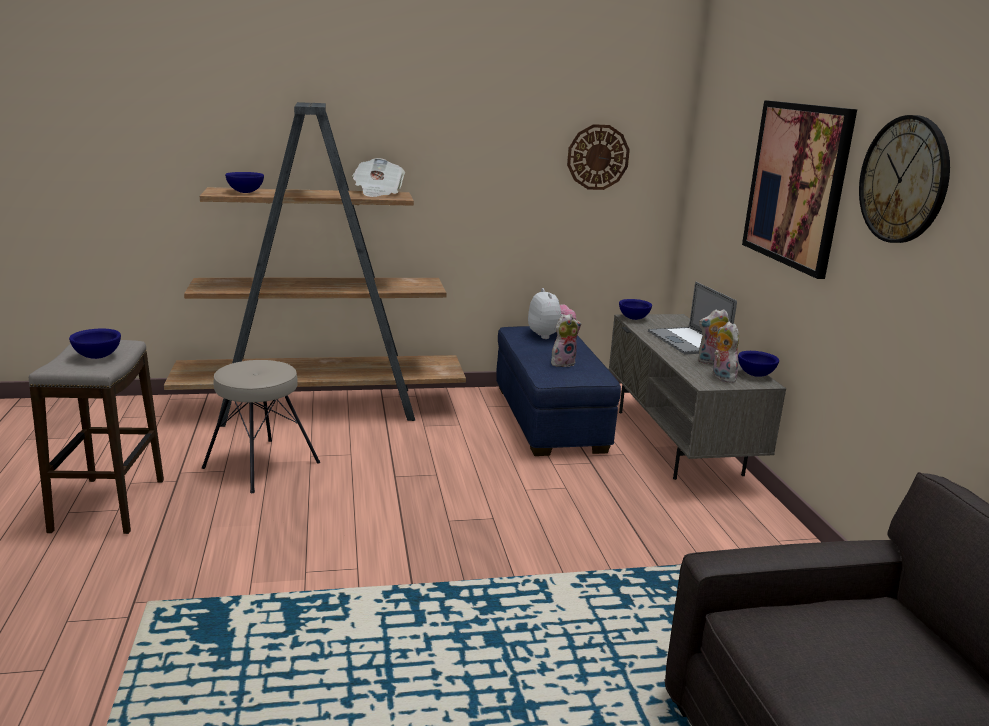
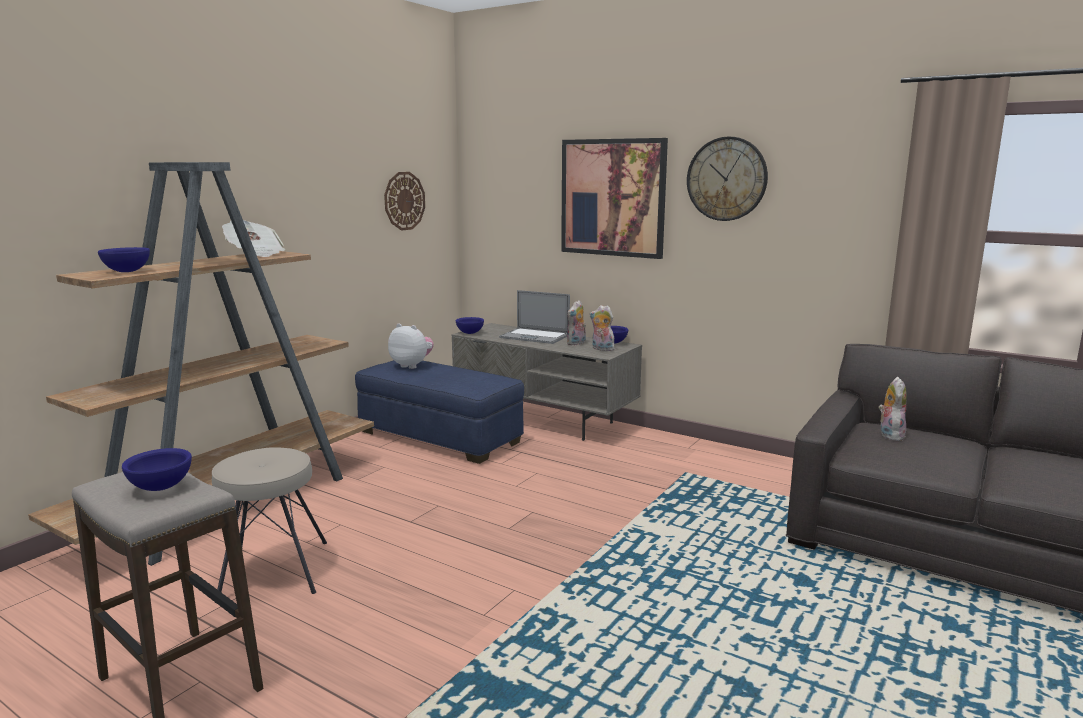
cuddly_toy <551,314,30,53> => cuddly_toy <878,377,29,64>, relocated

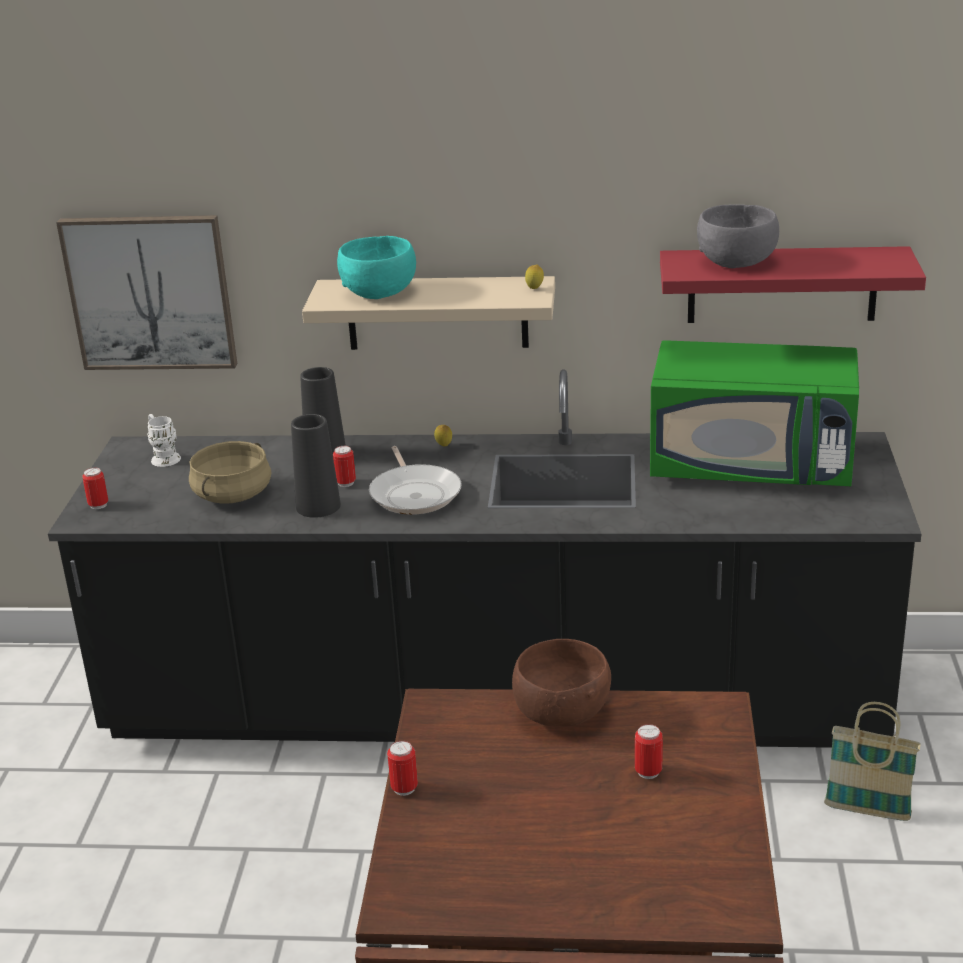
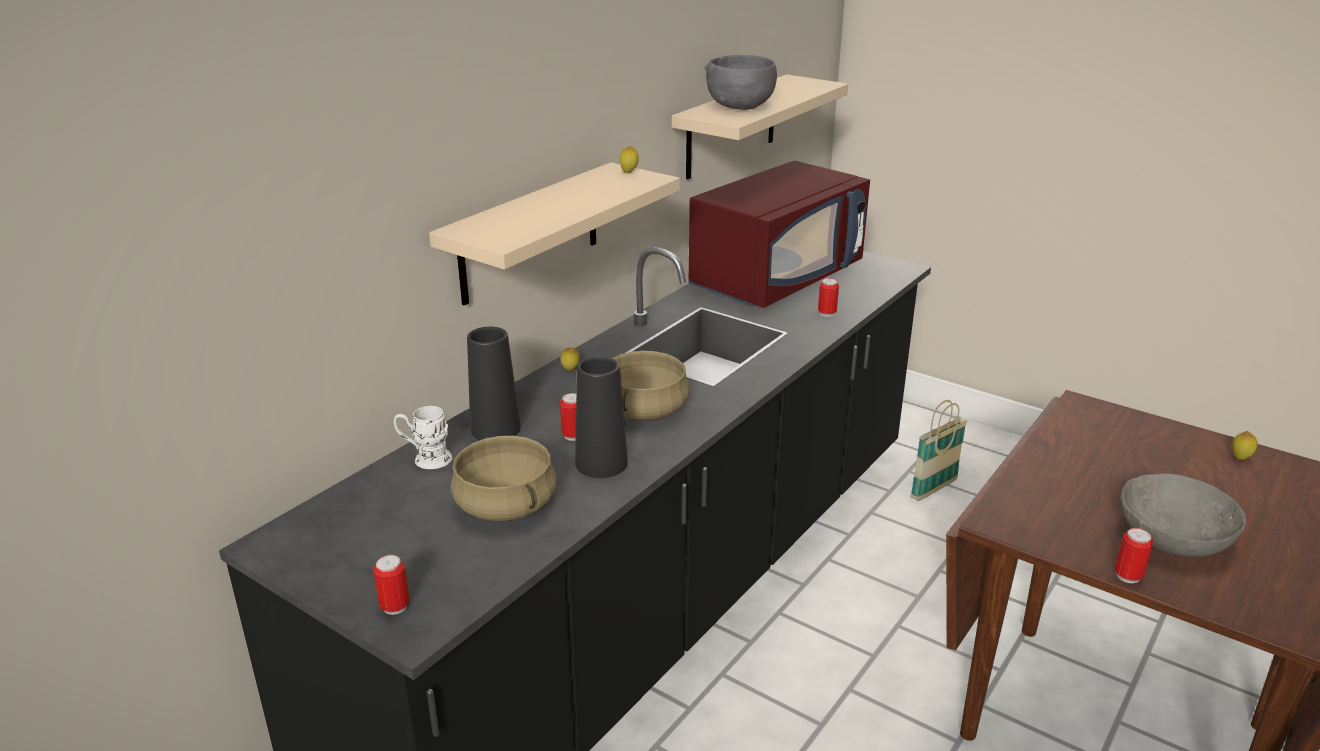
wall_art <56,215,181,155> => nothing
white_mug <147,414,34,53> => white_mug <394,406,58,63>, relocated
turquoise-coloured_serving_bowl <337,236,79,63> => nothing
frying_pan <369,446,93,69> => sand-coloured_saucepot <613,350,76,70>
brown-coloured_serving_bowl <512,639,99,88> => nothing
metal_can <635,724,28,55> => metal_can <818,278,21,39>, relocated
greenish_microwave <650,340,209,146> => red_microwave <688,161,182,147>
red_shelf <660,246,266,77> => sand-coloured_shelf <672,74,176,105>
nothing => greyish_serving_bowl <1121,473,125,84>
nothing => whole_lemon <1232,431,25,29>

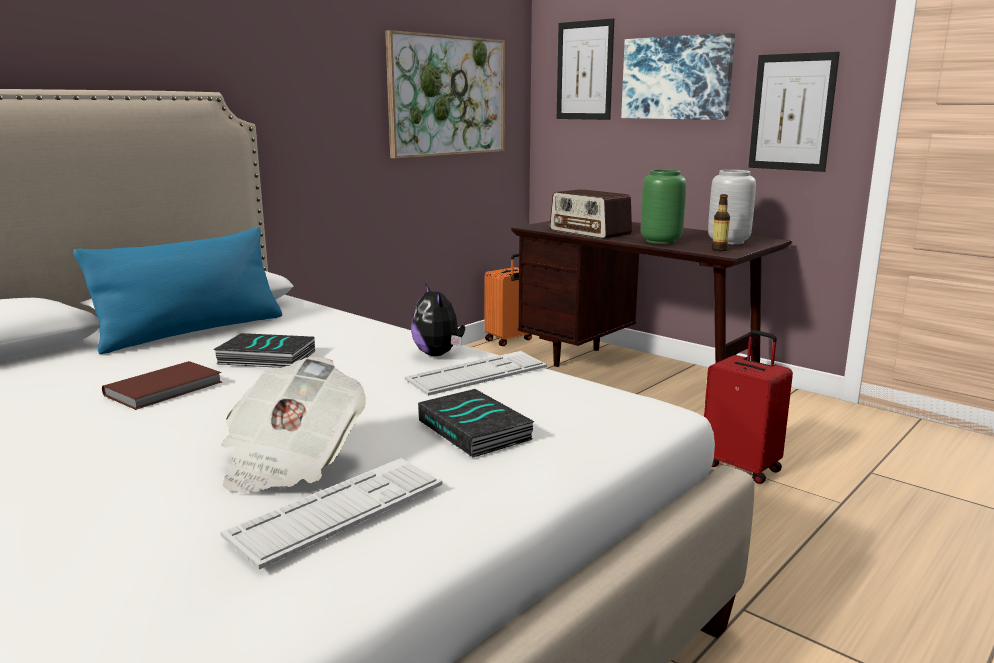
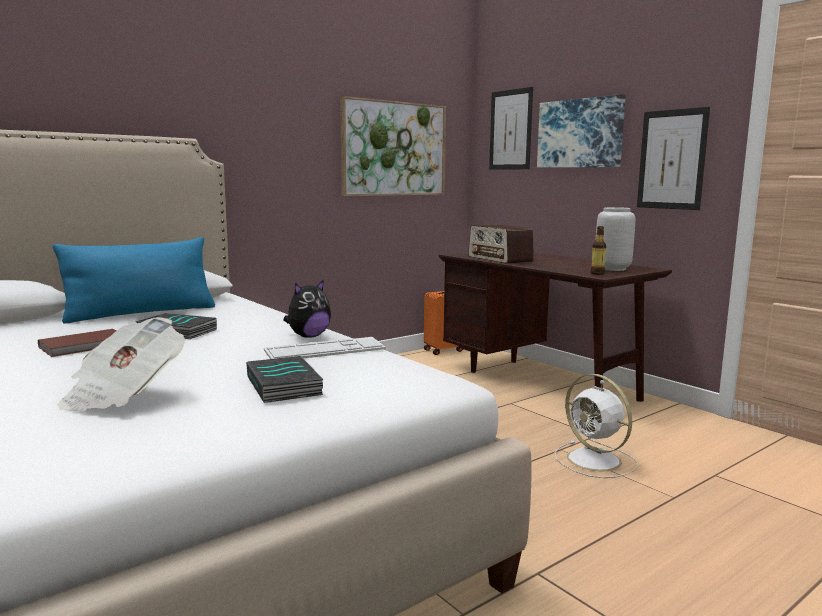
keyboard <221,458,221,111> => nothing
cuddly_toy <411,283,54,73> => cuddly_toy <284,279,47,59>, 120 degrees counterclockwise
greenish_flower_vase <641,169,45,75> => nothing
red_travel_case <704,330,89,154> => white_cooling_fan <554,374,84,104>

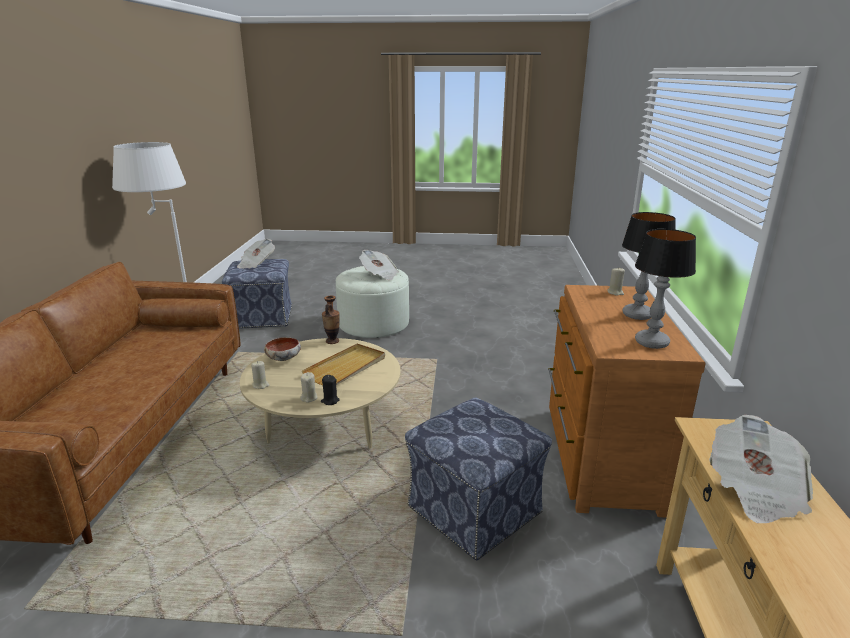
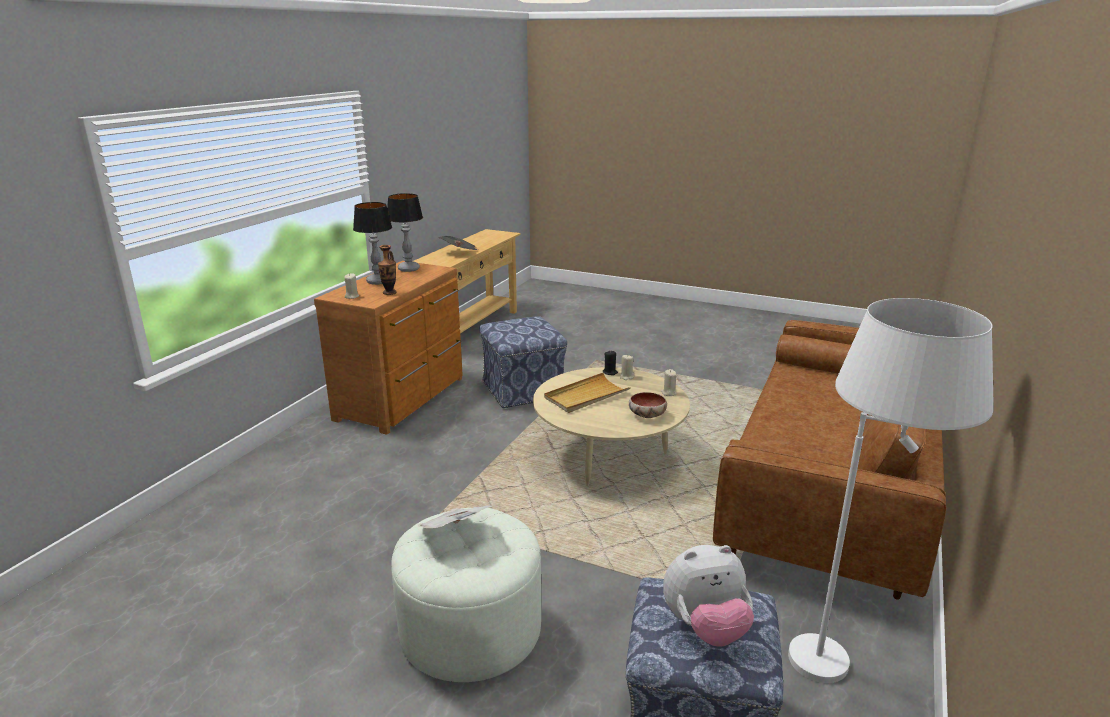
daily_paper <237,239,38,30> => cuddly_toy <663,545,91,102>
flower_vase <322,296,18,48> => flower_vase <378,245,19,50>, relocated

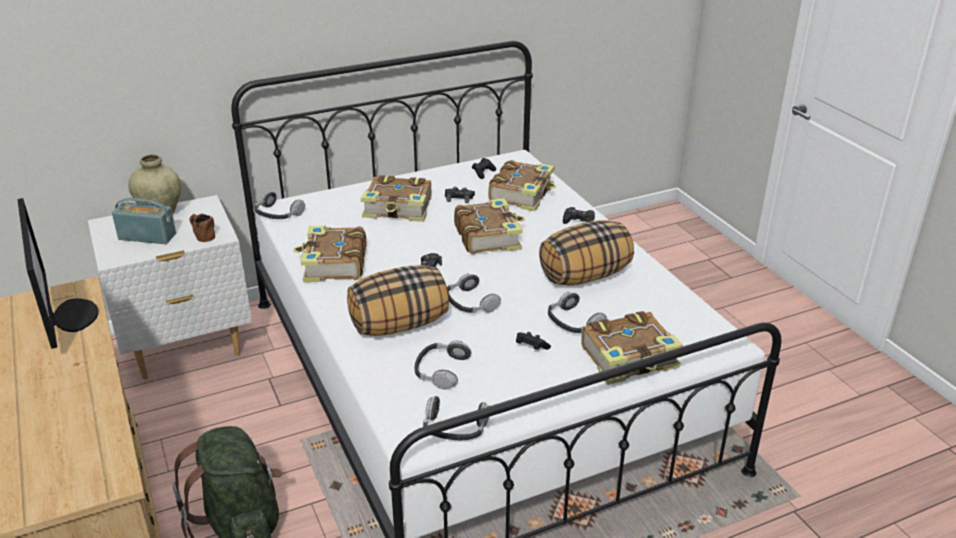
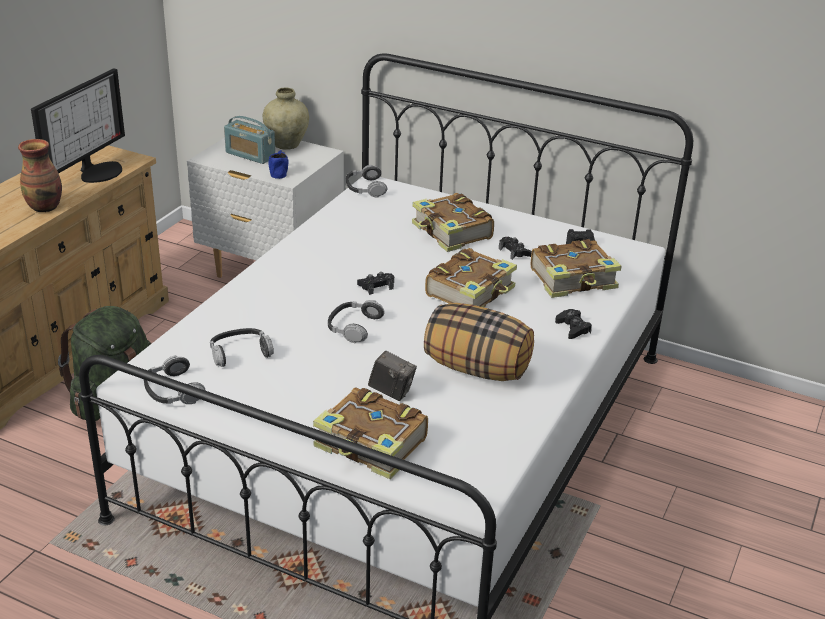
radio_receiver <112,198,64,46> => radio_receiver <224,116,51,48>, 150 degrees clockwise
brown-coloured_mug <189,214,26,28> => blue-coloured_mug <268,150,20,29>
bound_book <293,226,73,56> => nothing
cushion <347,265,102,71> => nothing
black-coloured_game_controller <516,332,35,18> => nothing
headset <548,292,59,41> => photo_camera <368,351,49,50>
nothing => flower_vase <18,139,44,73>

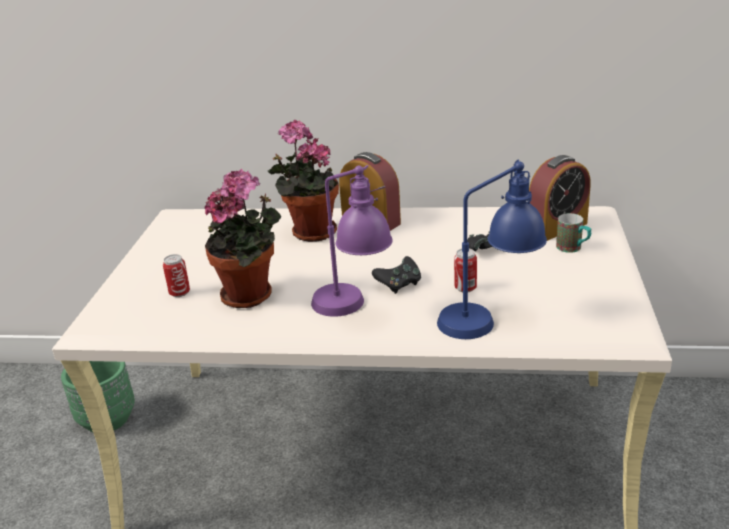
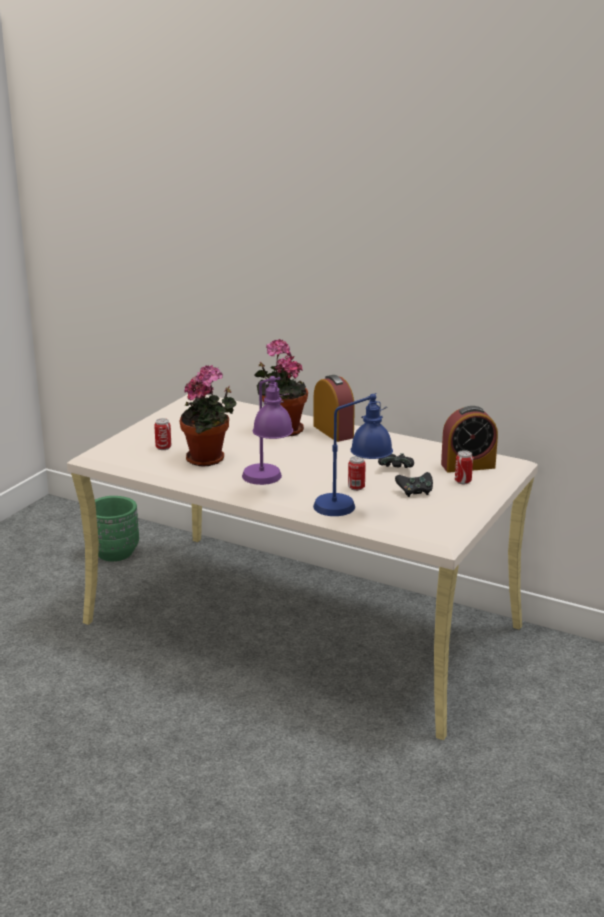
black-coloured_game_controller <372,256,49,38> => black-coloured_game_controller <395,472,38,25>, relocated
mug <556,213,36,40> => metal_can <455,450,18,35>

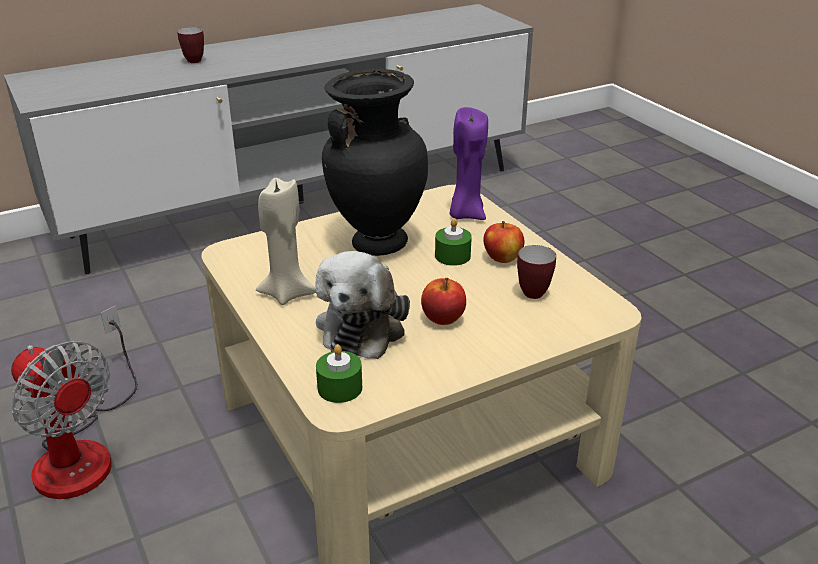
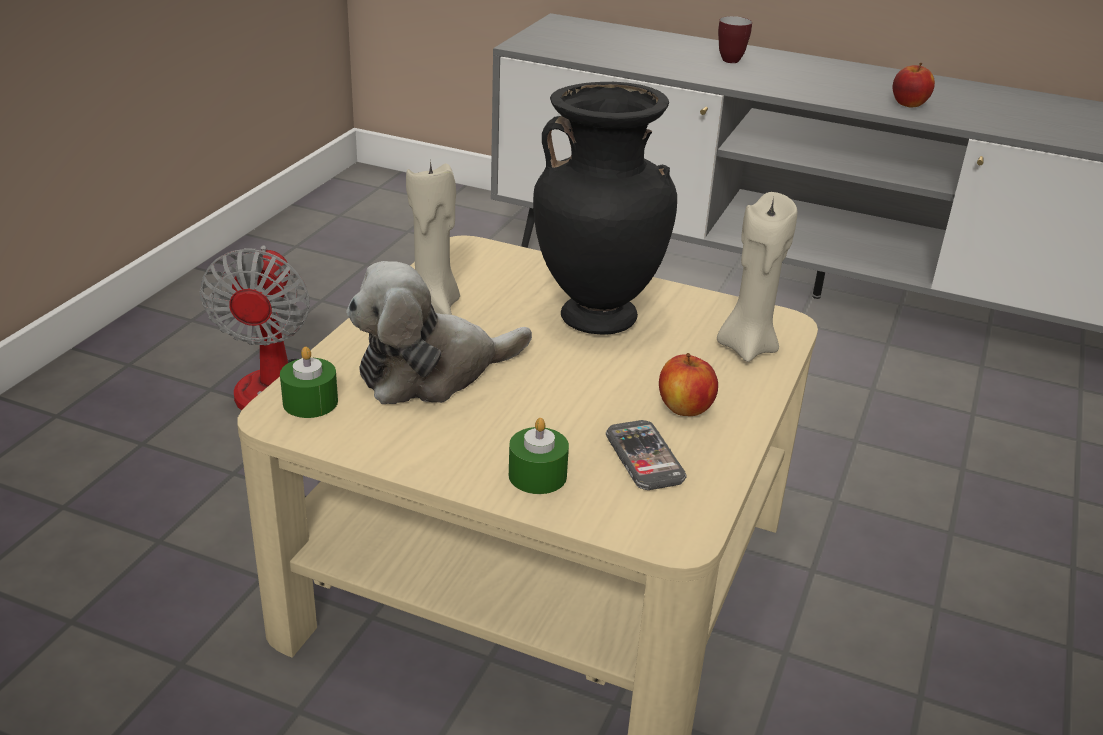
apple_fruit <421,278,45,47> => apple_fruit <893,63,42,44>, relocated
greenish_wax_light <435,218,37,48> => greenish_wax_light <509,418,60,76>, relocated
purplish_wax_light <449,107,39,113> => sand-coloured_wax_light <717,192,80,170>
mug <517,245,39,54> => handset <606,420,81,70>

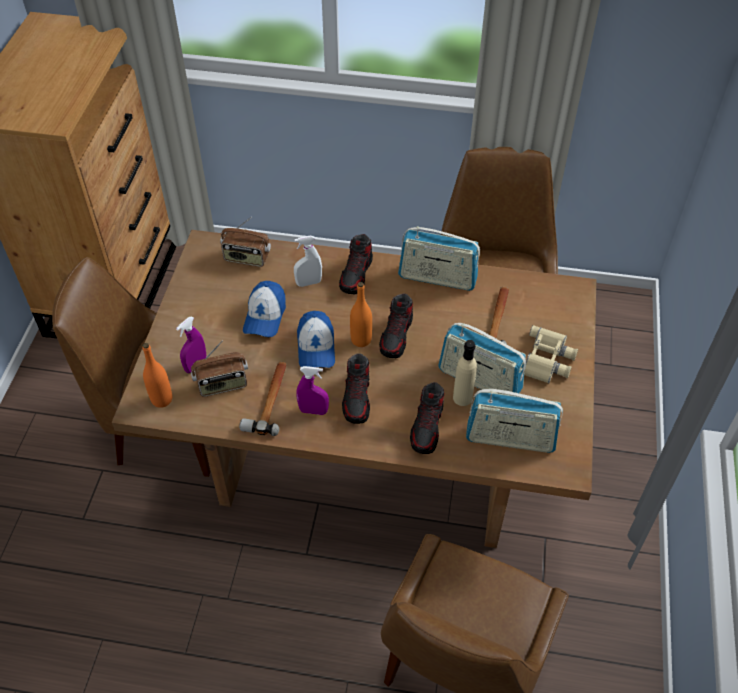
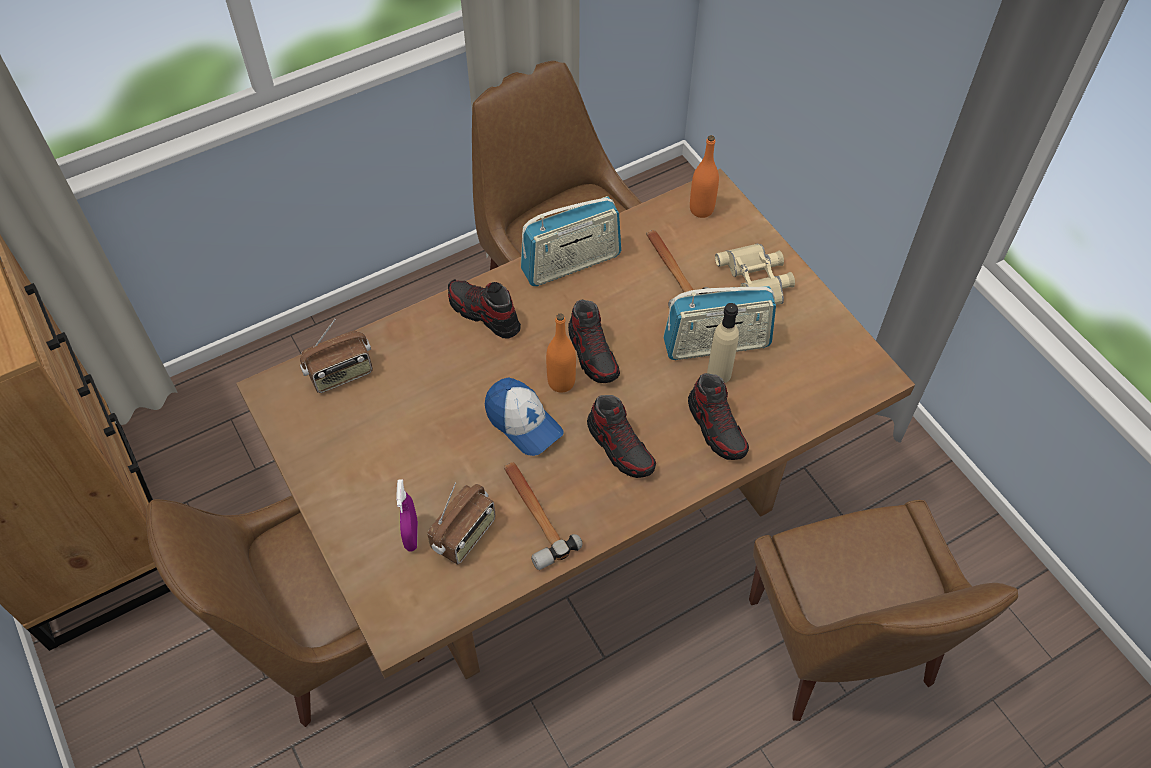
orange_beverage_bottle <142,343,30,65> => orange_beverage_bottle <690,135,29,83>, relocated
peaked_cap <243,281,43,56> => nothing
white_hand_sprayer <294,236,28,51> => nothing
purplish_hand_sprayer <296,366,33,49> => nothing
shoe <339,234,34,60> => shoe <448,279,73,59>, 150 degrees clockwise
radio_receiver <466,389,97,64> => nothing

